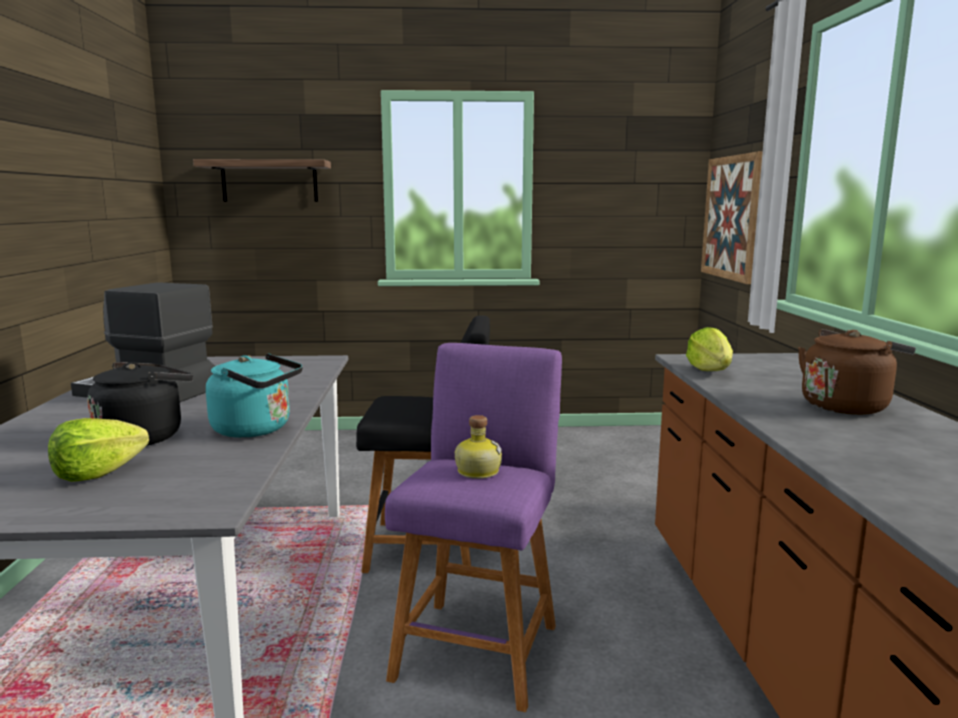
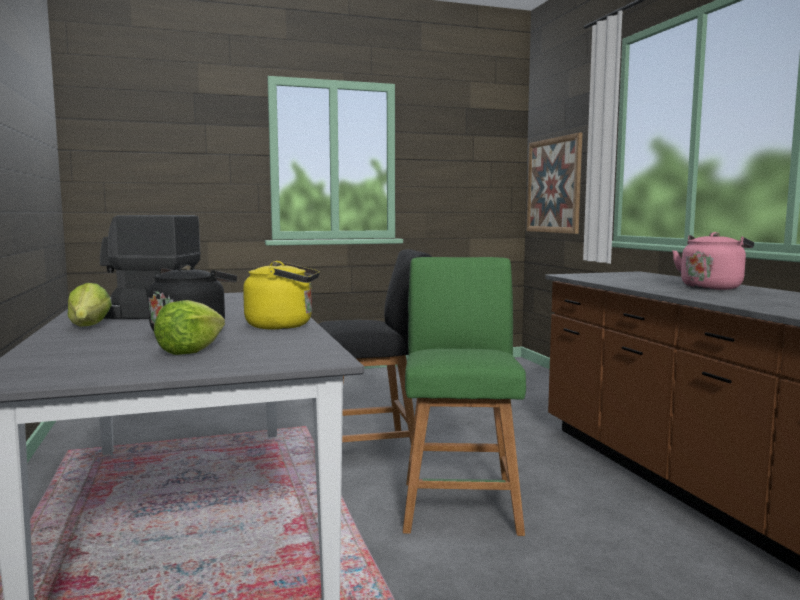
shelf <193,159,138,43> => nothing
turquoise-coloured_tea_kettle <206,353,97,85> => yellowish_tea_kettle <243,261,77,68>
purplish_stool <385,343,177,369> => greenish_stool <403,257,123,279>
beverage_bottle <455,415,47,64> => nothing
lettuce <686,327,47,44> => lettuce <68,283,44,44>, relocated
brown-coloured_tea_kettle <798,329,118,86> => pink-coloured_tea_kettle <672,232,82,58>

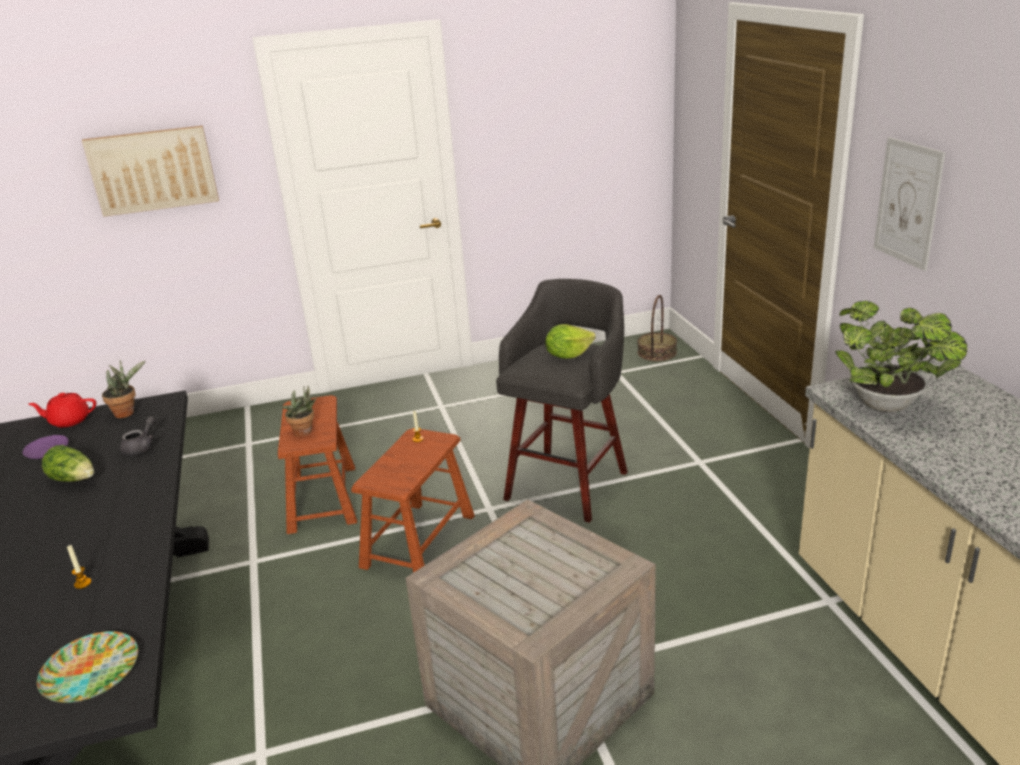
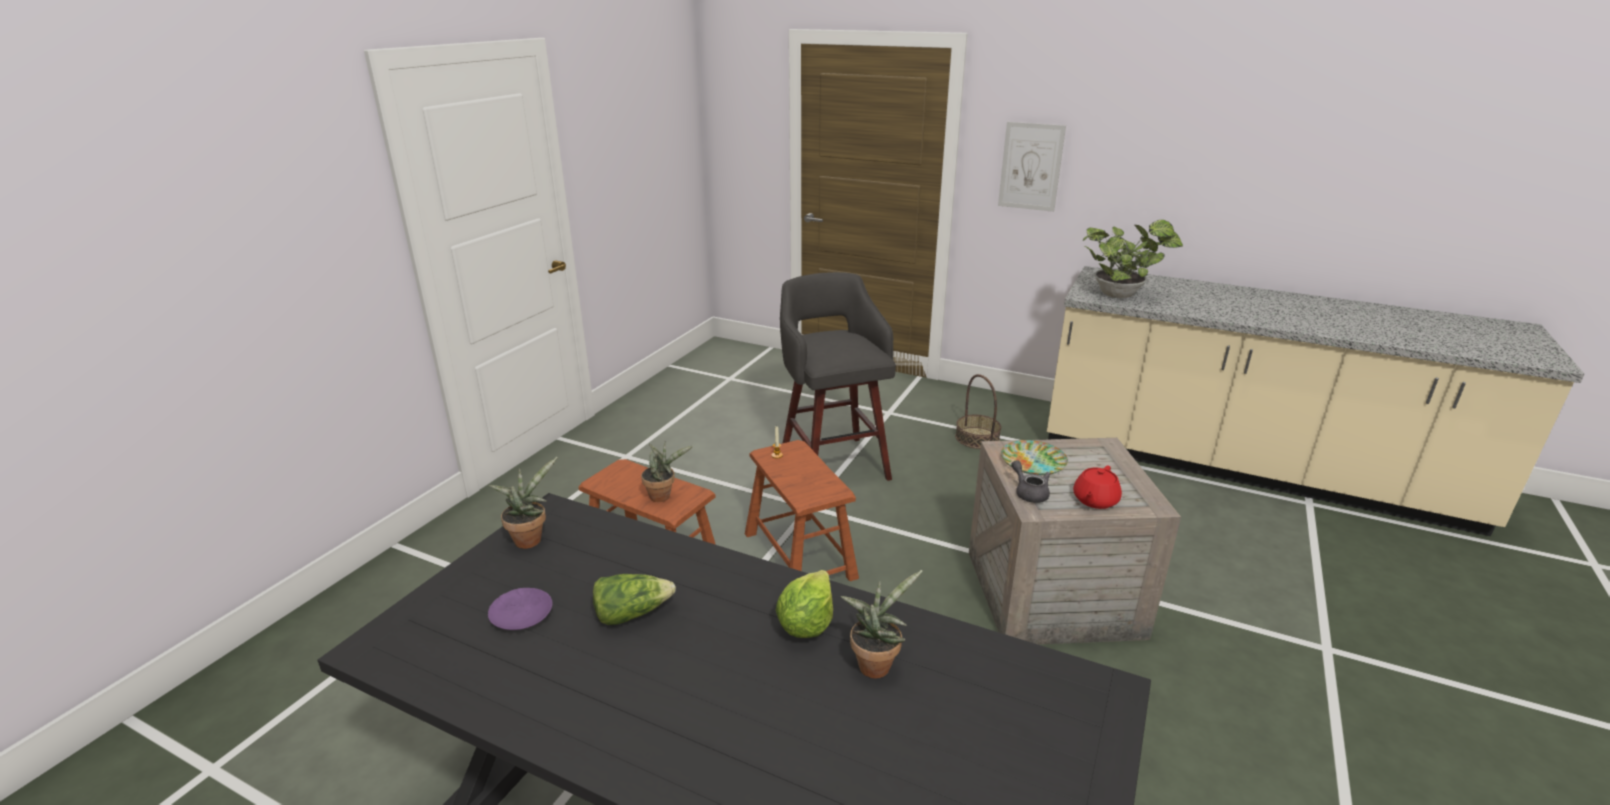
red_teapot <28,393,68,34> => red_teapot <1073,465,49,44>, relocated
dinner_plate <37,631,101,72> => dinner_plate <1001,440,67,35>, relocated
wax_light <67,545,24,44> => potted_plant <840,570,83,109>
wall_art <82,126,137,91> => nothing
greyish_teapot <120,416,36,40> => greyish_teapot <1011,460,39,43>, relocated
lettuce <545,324,51,35> => lettuce <776,570,57,68>, relocated
storage_basket <638,295,39,66> => storage_basket <955,374,46,75>, relocated

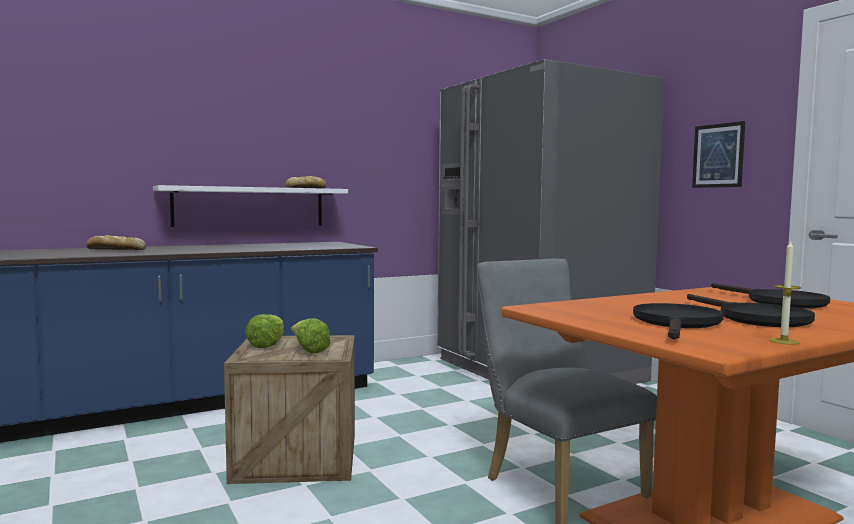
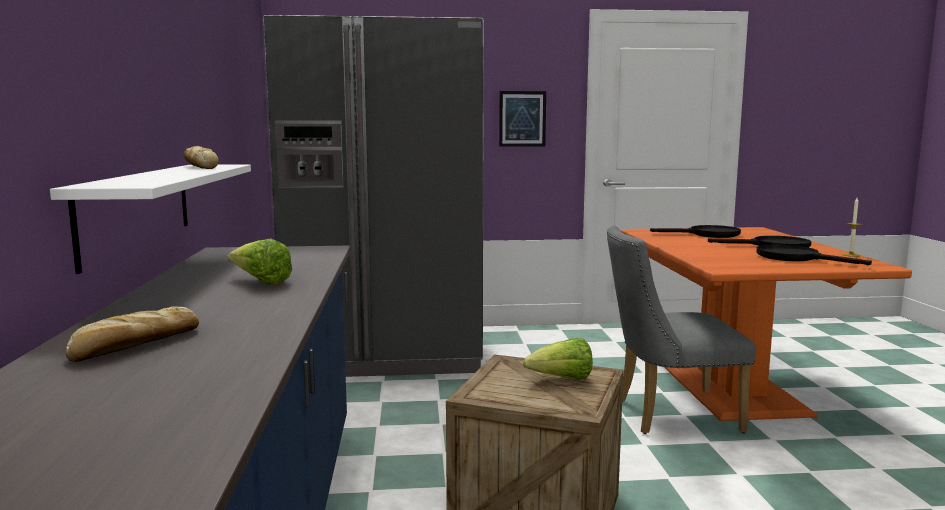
lettuce <245,314,39,34> => lettuce <228,239,64,46>, relocated

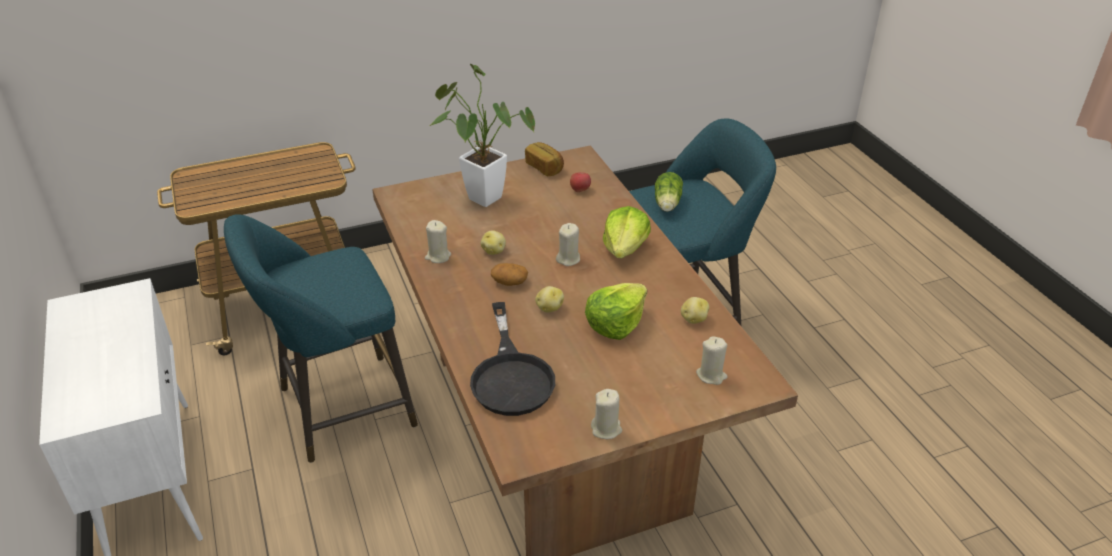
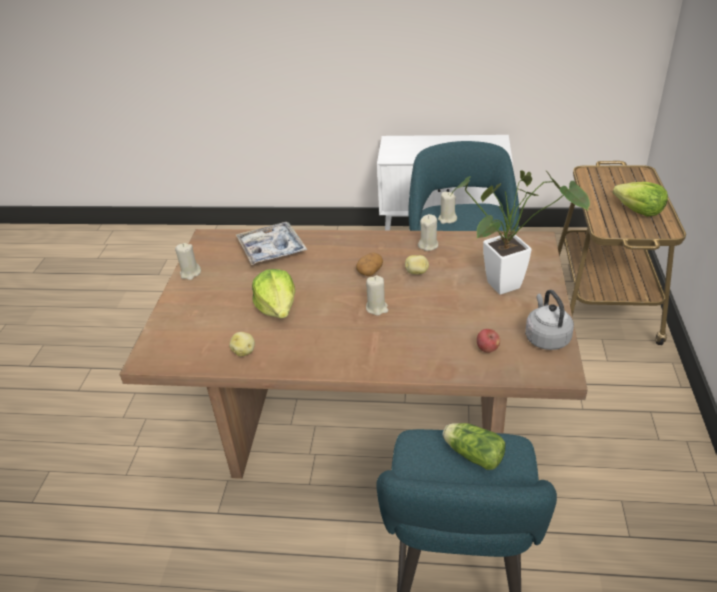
black-coloured_frying_pan <470,302,85,114> => carrying_tray <236,222,71,43>
bakery_bread <525,142,39,34> => greyish_tea_kettle <525,290,49,60>
spud <535,286,29,26> => nothing
lettuce <603,206,48,53> => lettuce <613,182,55,34>, relocated
sand-coloured_wax_light <696,336,32,49> => sand-coloured_wax_light <438,192,19,32>, relocated

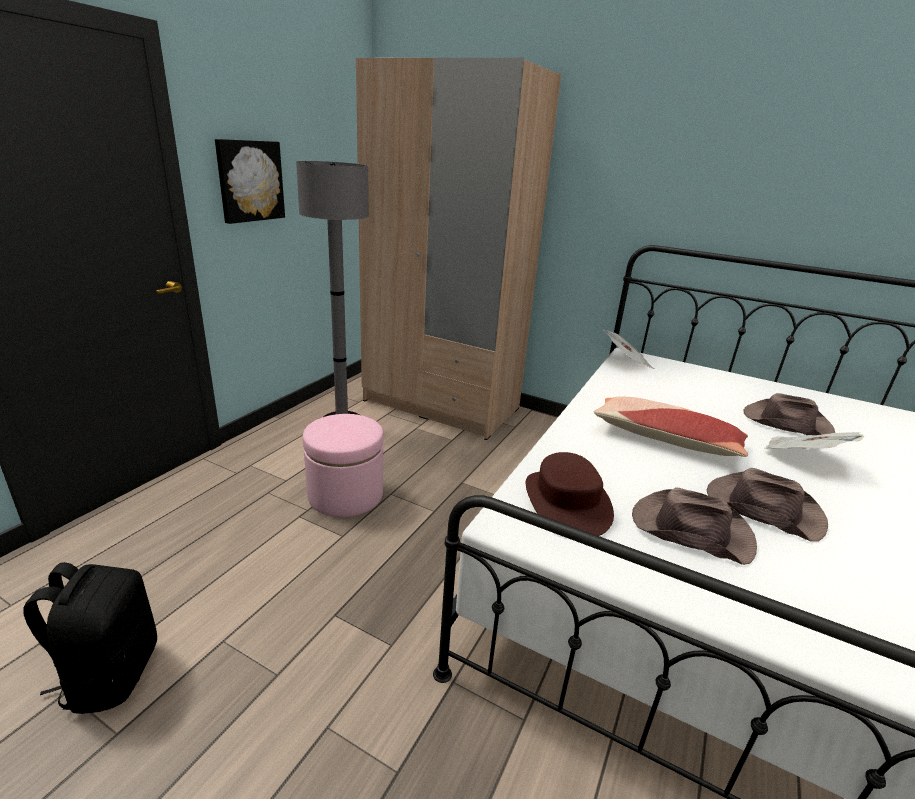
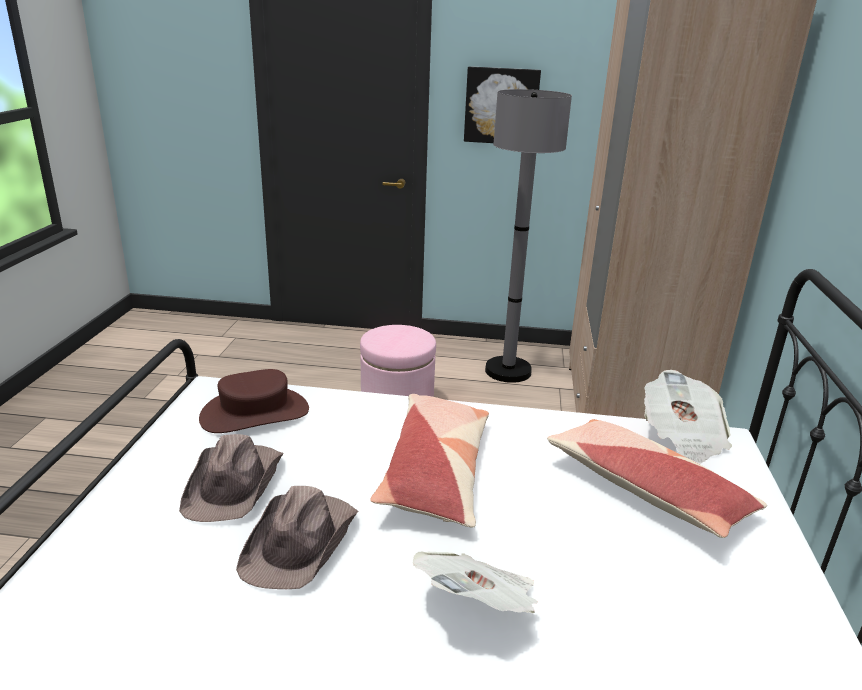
black-coloured_backpack <23,562,134,152> => nothing
brown-coloured_clothing_hat <743,393,92,42> => nothing
nothing => cushion <547,419,220,119>

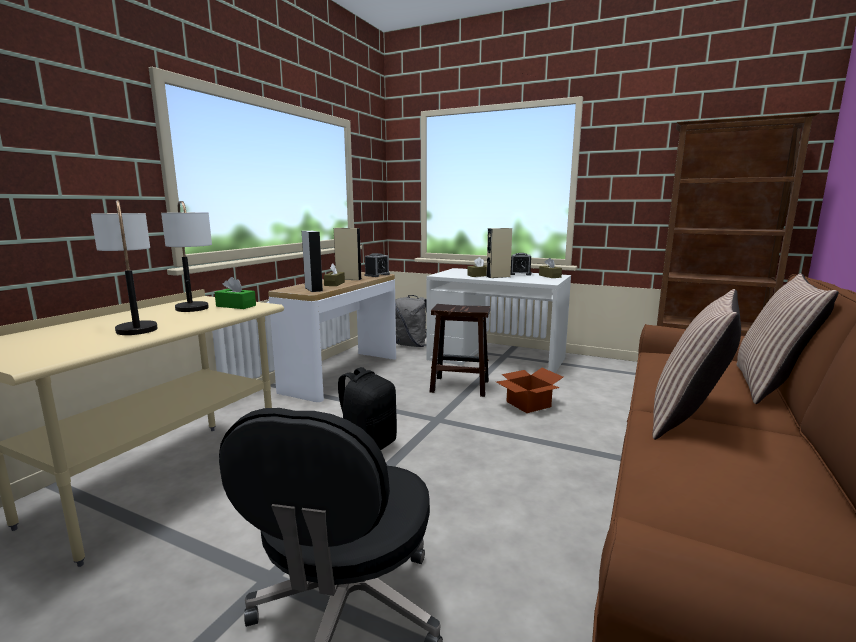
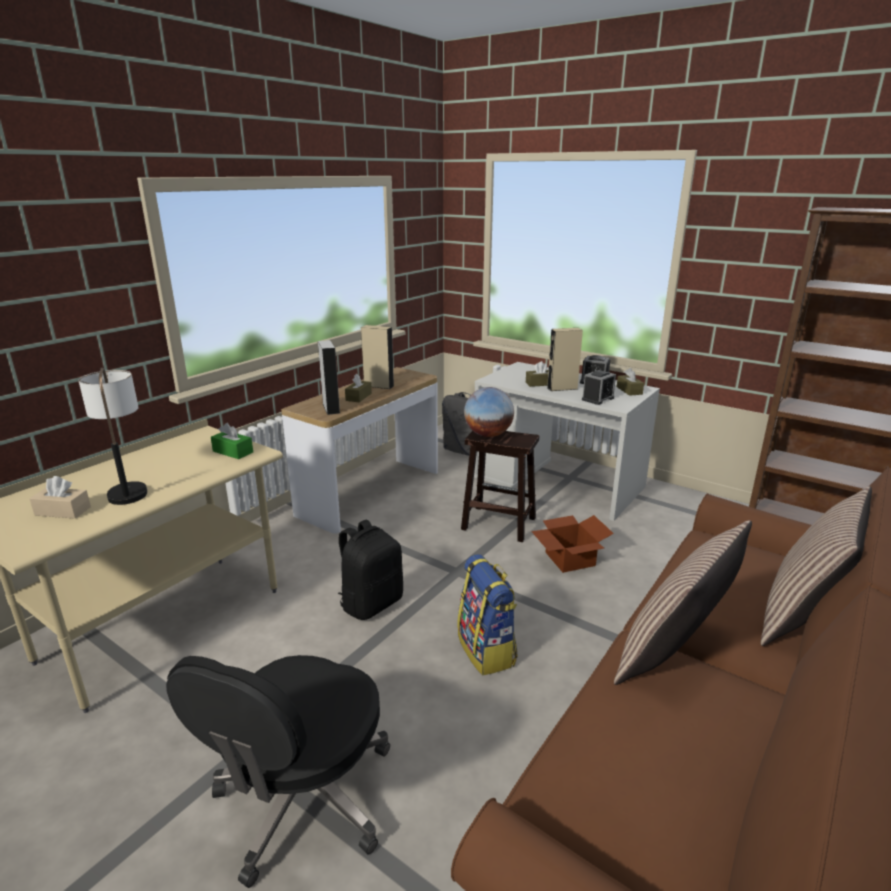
lamp_for_a_table <161,201,51,111> => nothing
alarm_clock <365,253,25,24> => alarm_clock <582,370,34,35>, relocated
nothing => sand-coloured_tissue_holder <29,476,62,43>
nothing => backpack <457,554,61,121>
nothing => world_globe <464,387,50,50>

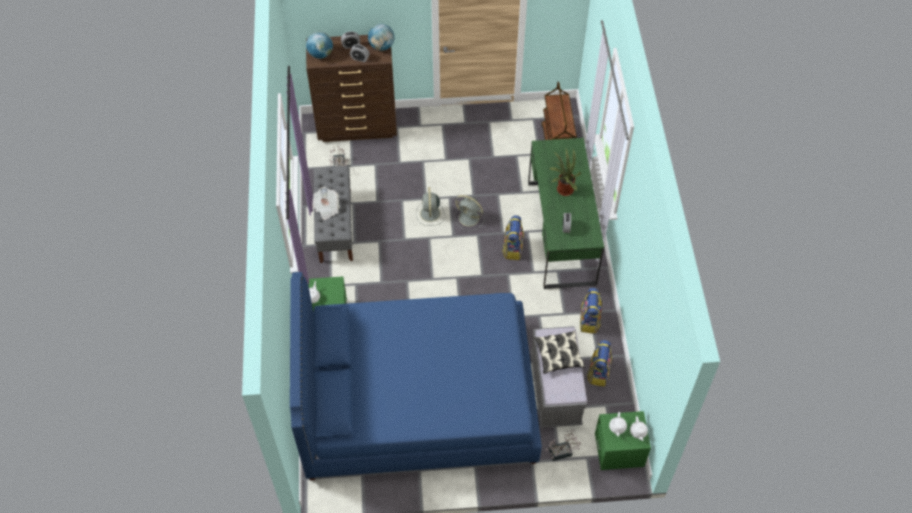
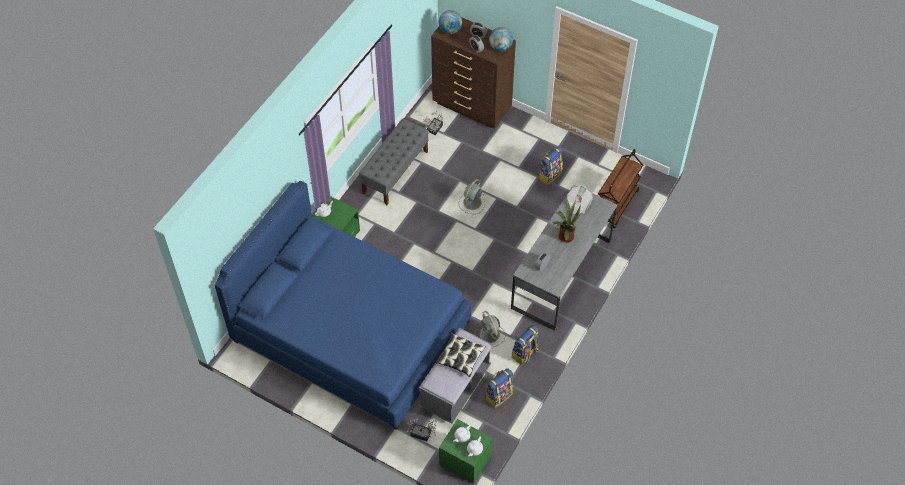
daily_paper <312,187,27,33> => daily_paper <567,185,26,29>, relocated
greyish_cooling_fan <454,195,31,36> => greyish_cooling_fan <475,311,30,36>, relocated
backpack <502,215,22,45> => backpack <538,146,25,39>, relocated
greenish_desk_unit <528,138,76,151> => greyish_desk_unit <511,185,106,145>

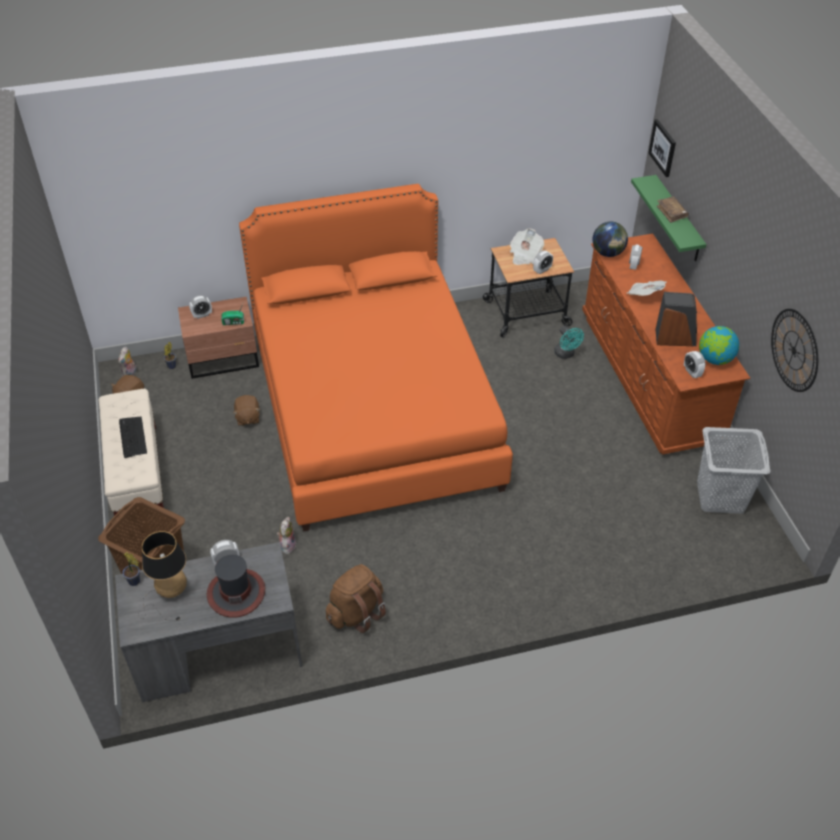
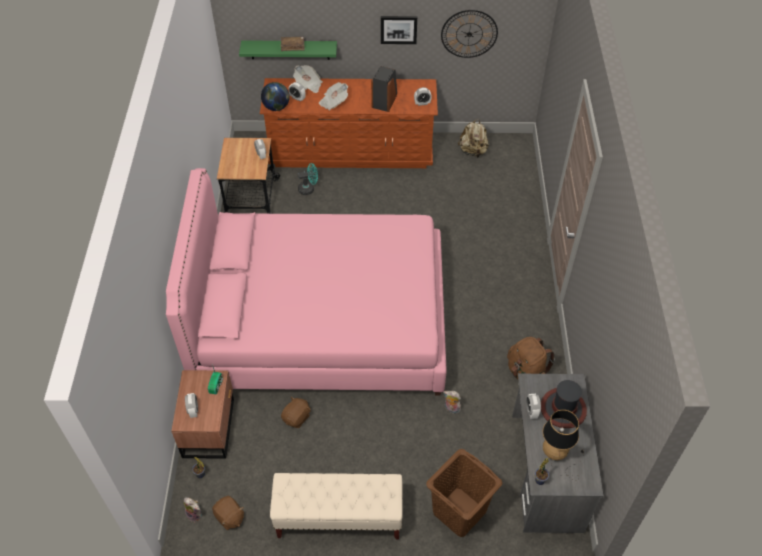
keyboard <119,417,28,41> => nothing
brown-coloured_cuddly_toy <233,395,27,31> => brown-coloured_cuddly_toy <281,397,29,31>, 60 degrees counterclockwise
orange_bedroom_bed <239,184,274,347> => pink-coloured_bedroom_bed <166,168,281,228>
daily_paper <510,228,34,37> => daily_paper <293,65,30,28>, relocated
wall_art <649,119,27,58> => wall_art <381,16,36,28>, relocated
greyish_hamper <697,427,74,87> => sand-coloured_backpack <458,119,31,39>
world_globe <699,326,40,39> => nothing

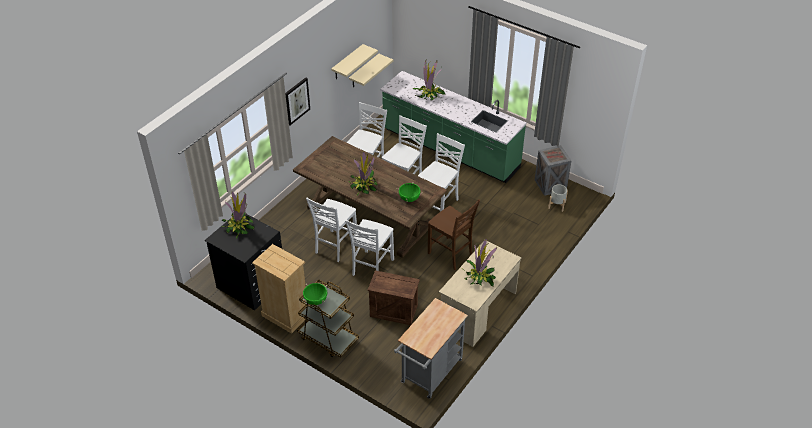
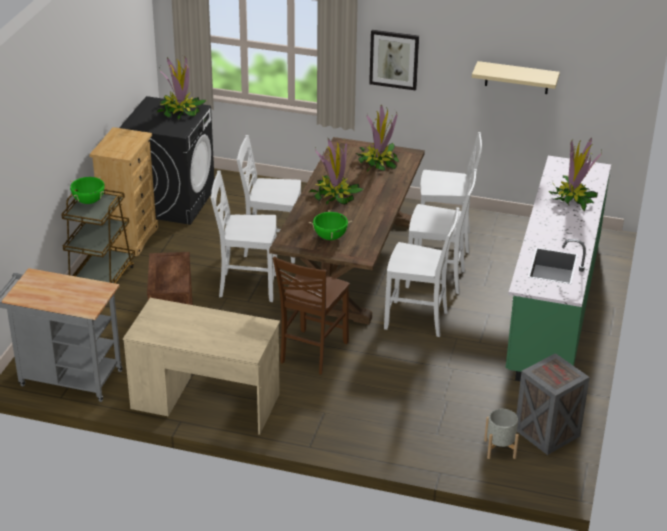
sand-coloured_shelf <349,54,44,34> => nothing
potted_plant <463,239,34,48> => potted_plant <356,105,43,67>, relocated

